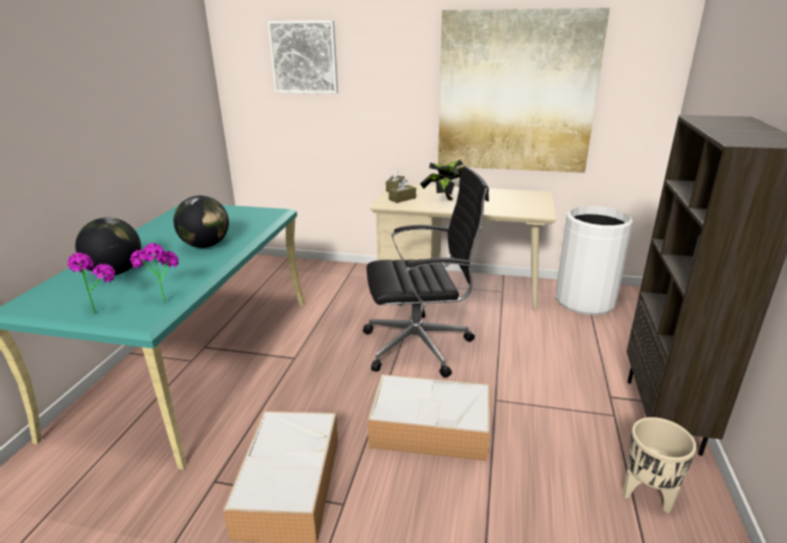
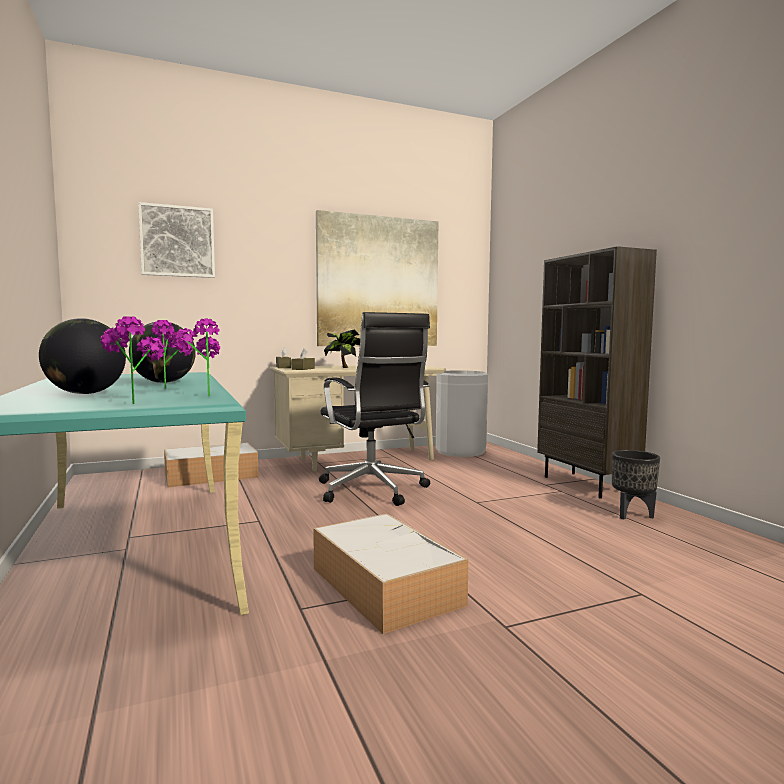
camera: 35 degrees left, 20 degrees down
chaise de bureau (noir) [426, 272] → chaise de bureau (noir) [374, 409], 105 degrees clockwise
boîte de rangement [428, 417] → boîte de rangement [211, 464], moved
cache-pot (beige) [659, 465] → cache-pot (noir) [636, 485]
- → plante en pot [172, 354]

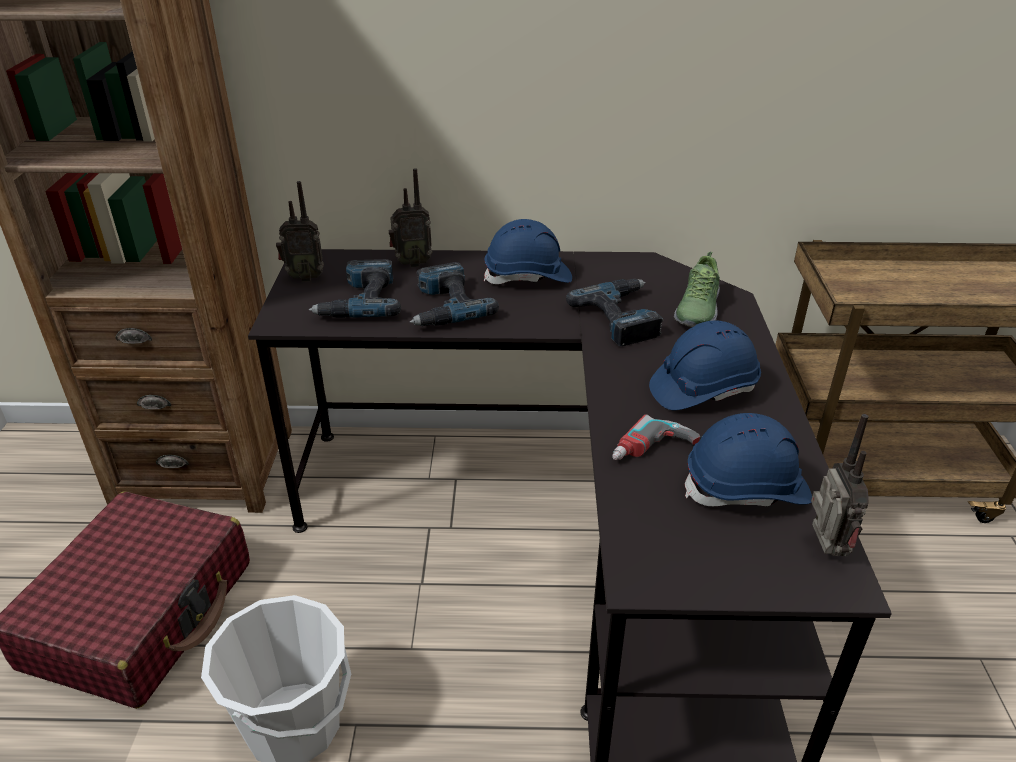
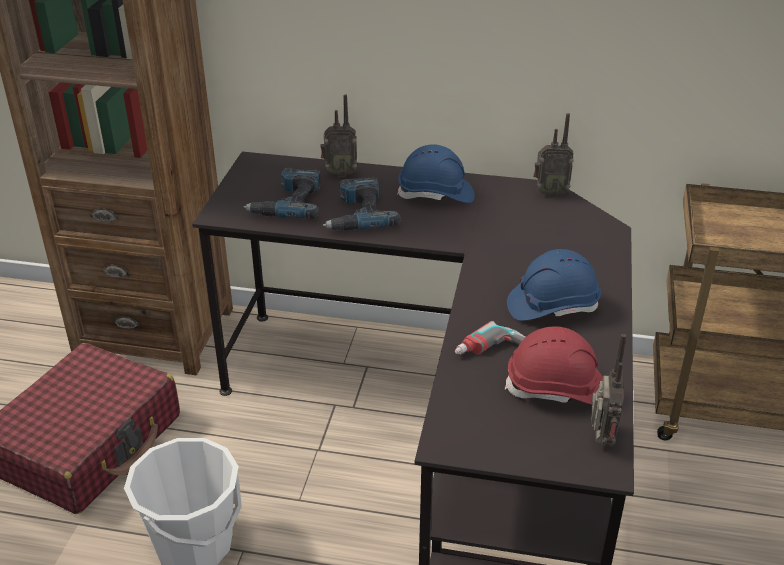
camera: 10 degrees right, 0 degrees up
radio [300, 231] → radio [553, 155], moved
perceuse [615, 312] → -
chaussure [697, 289] → -
casque de chantier (bleu) [748, 460] → casque de chantier (rouge) [554, 365]

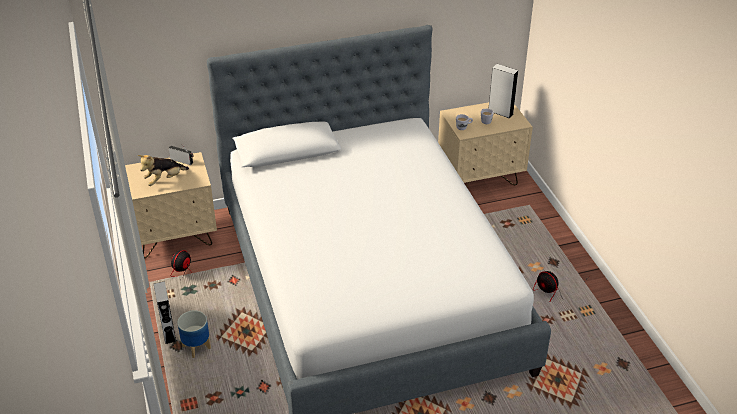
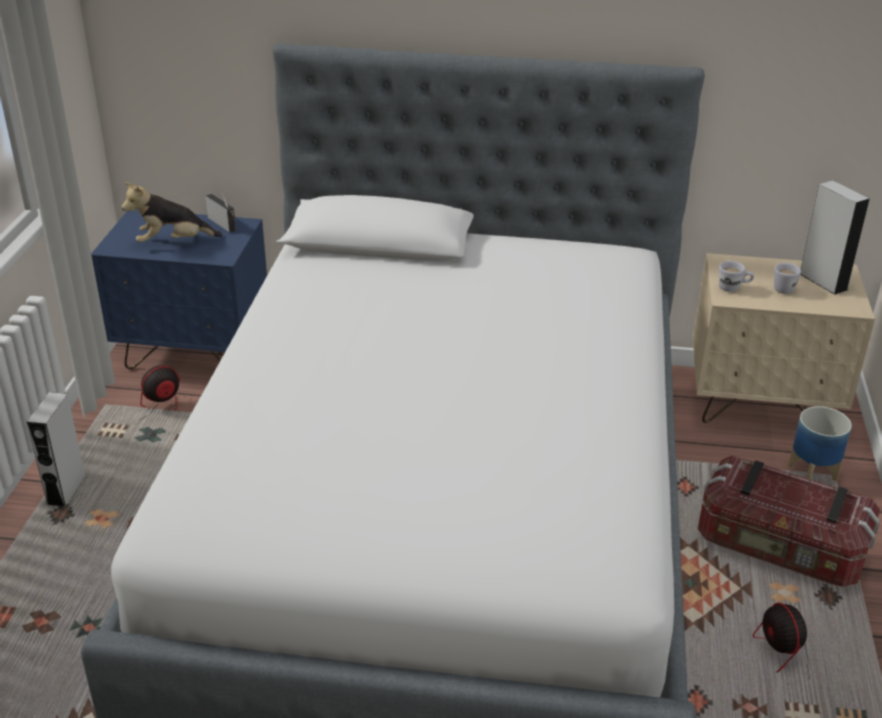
camera: 25 degrees right, 5 degrees down
table de chevet (beige) [171, 205] → table de chevet (bleu) [179, 289]
cache-pot [194, 334] → cache-pot [820, 443], moved
- → boîte de rangement [789, 521]

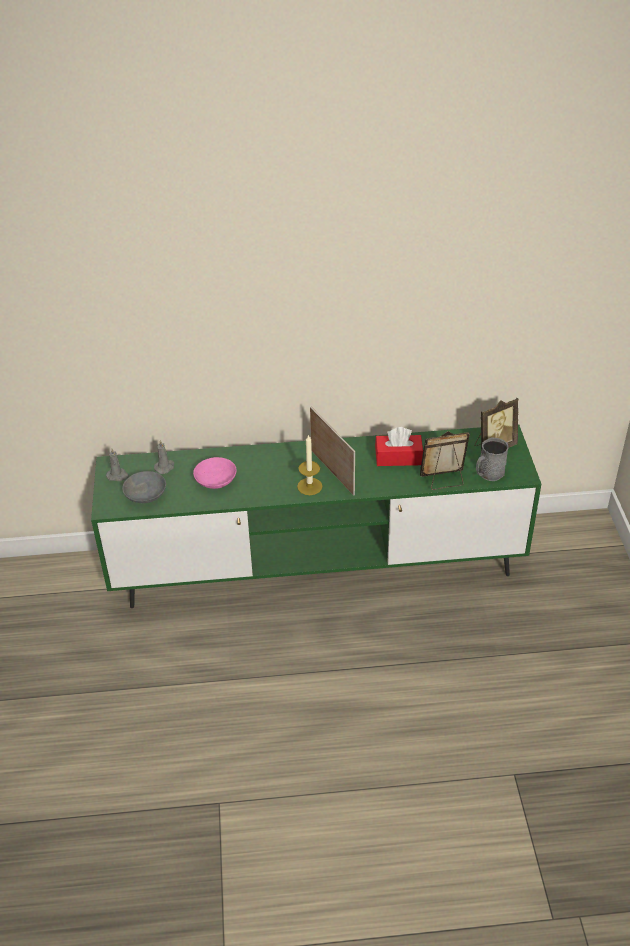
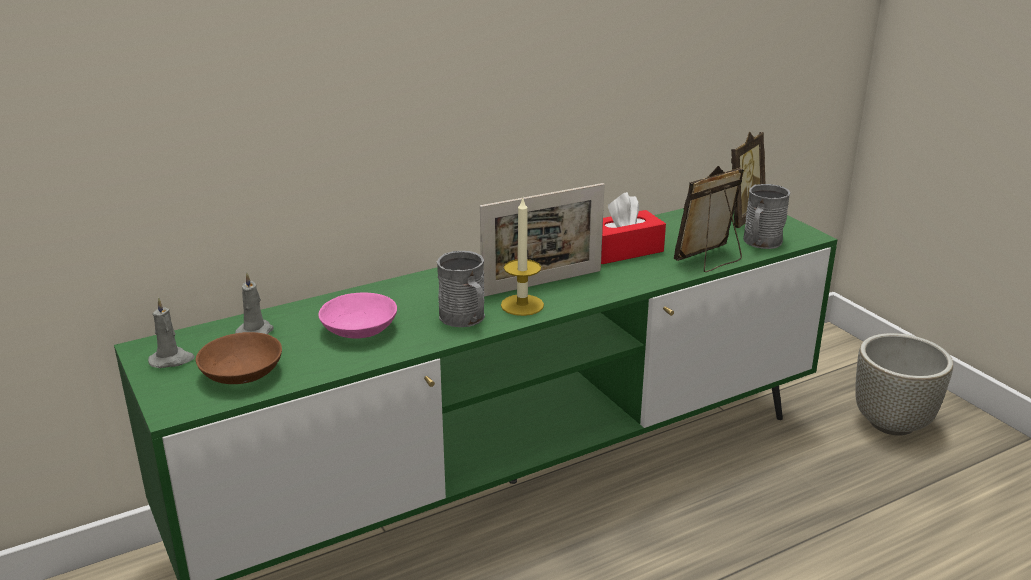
camera: 25 degrees left, 15 degrees down
bol (gris) [144, 487] → bol (marron) [239, 358]
cadre photo [332, 451] → cadre photo [542, 240], 120 degrees clockwise
- → mug (gris) [461, 289]
- → cache-pot (gris) [904, 384]

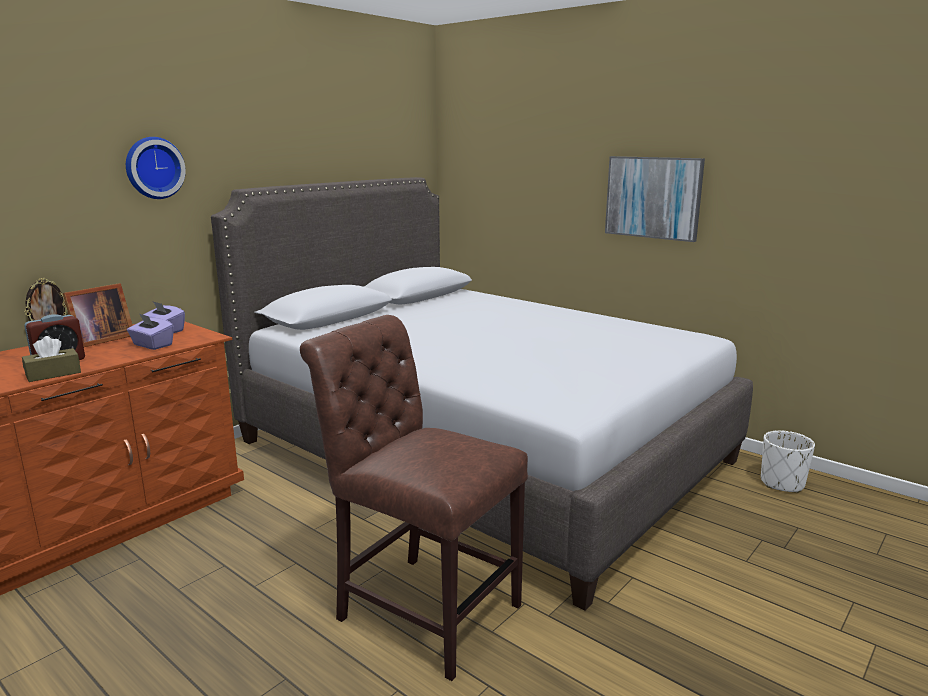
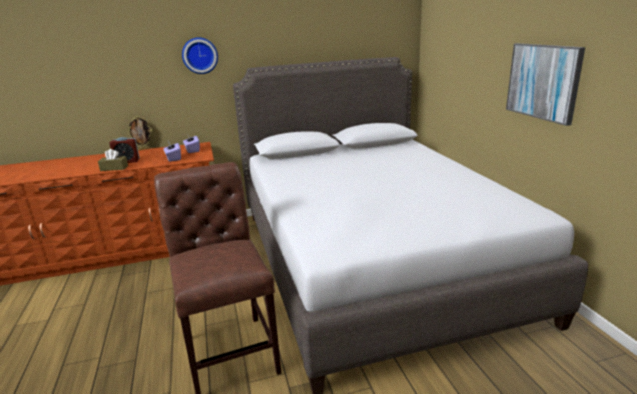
camera: 35 degrees right, 5 degrees up
cadre photo [98, 315] → -
cache-pot (blanc) [788, 461] → -

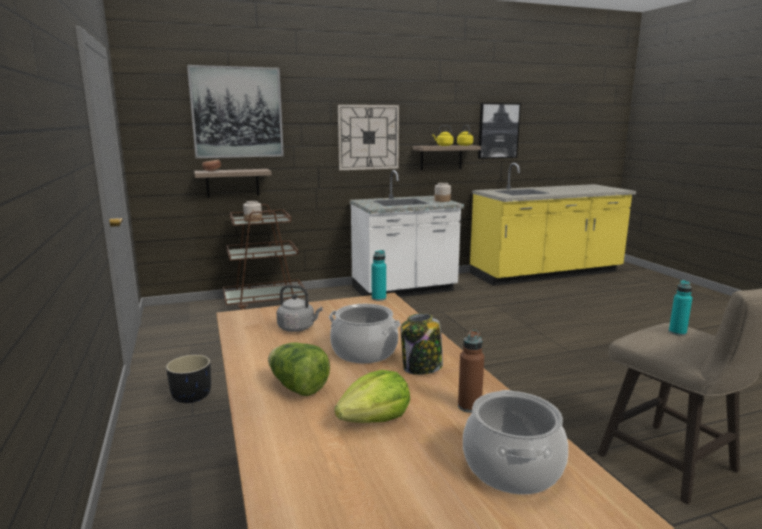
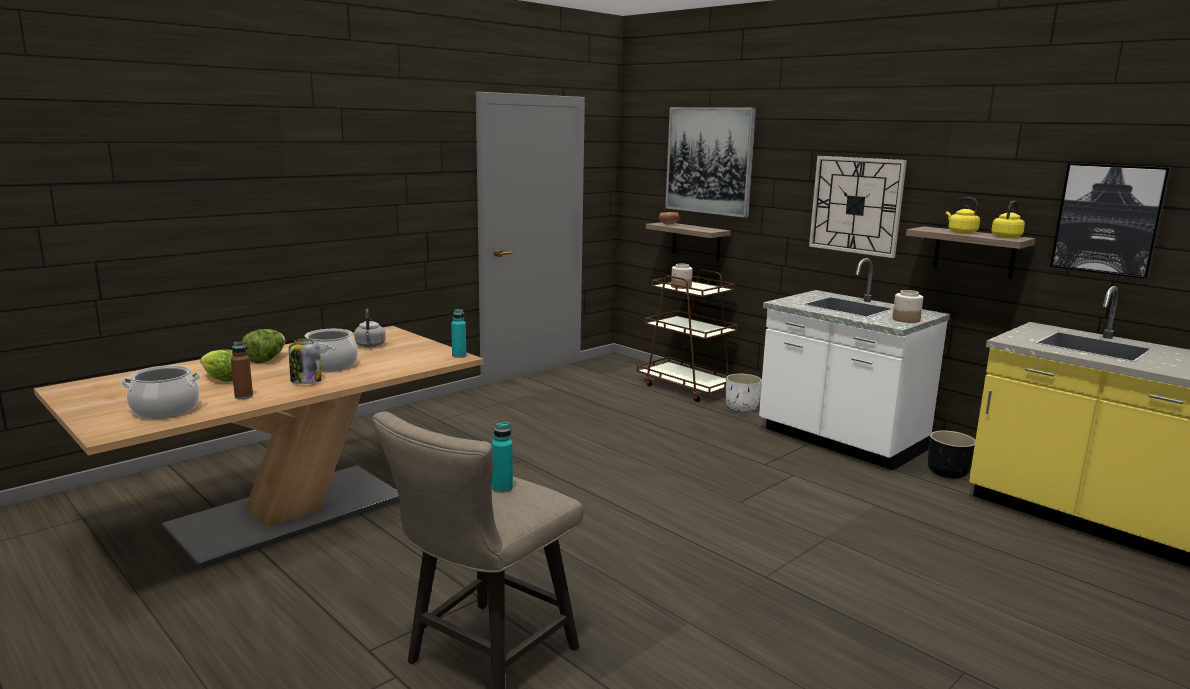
camera: 65 degrees right, 0 degrees up
cache-pot (noir) [188, 379] → cache-pot (noir) [951, 454], moved
- → cache-pot (blanc) [744, 393]

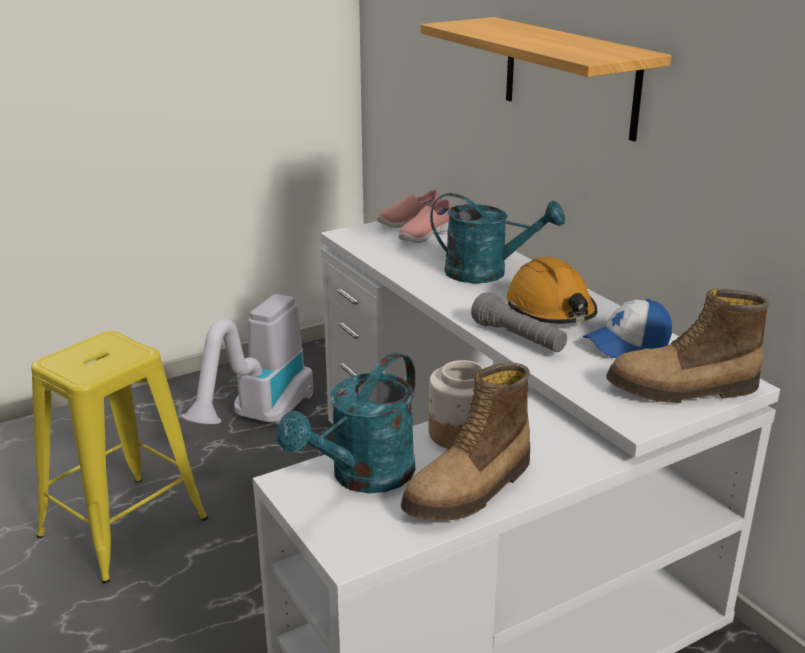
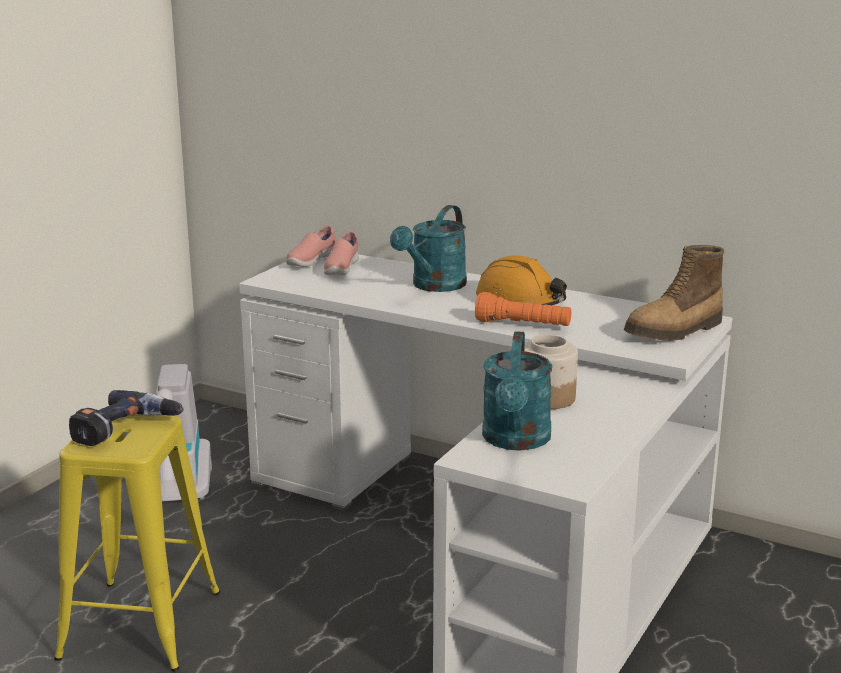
camera: 30 degrees left, 5 degrees down
botte [465, 441] → -
étagère [546, 79] → -
arrosoir (turquoise) [497, 238] → arrosoir (turquoise) [428, 248], 135 degrees clockwise
lampe de poche (gris) [519, 322] → lampe de poche (orange) [523, 309]
casquette [627, 328] → -
- → perceuse [126, 418]

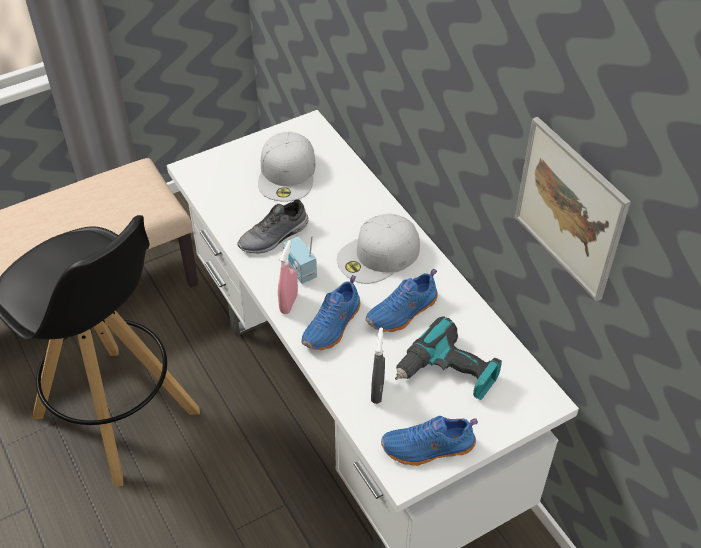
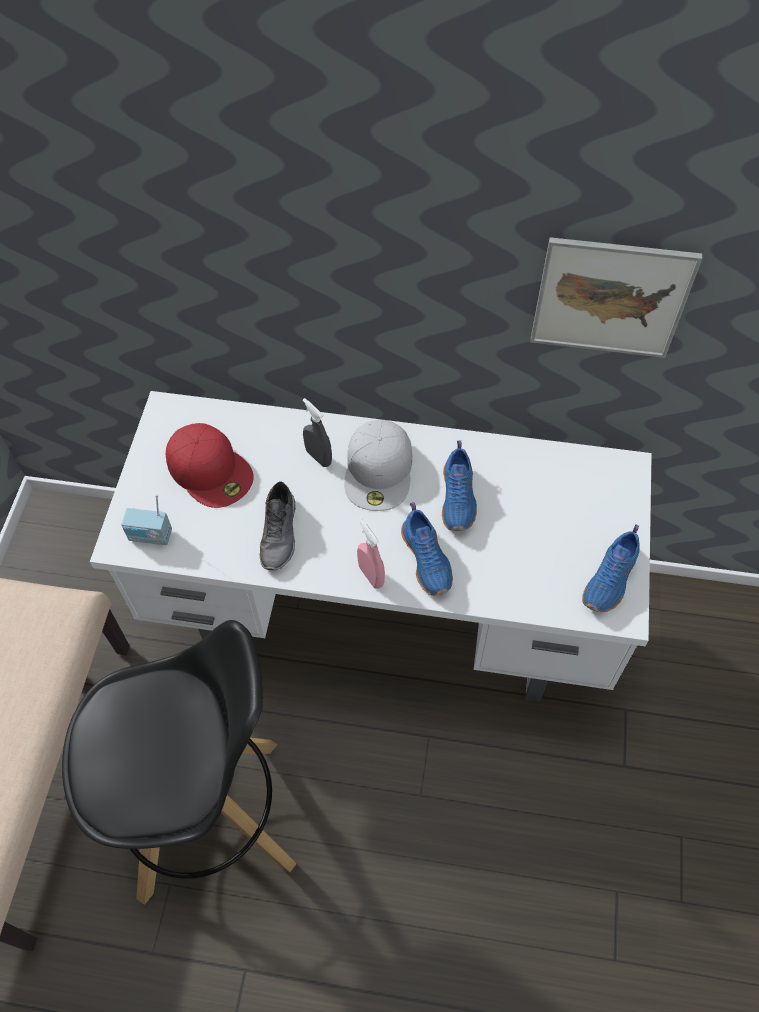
camera: 50 degrees left, 10 degrees up
casquette (blanc) [286, 167] → casquette (rouge) [210, 465]
radio [300, 259] → radio [146, 519], moved
vaporisateur (gris) [378, 366] → vaporisateur (gris) [317, 432], moved
perceuse [448, 358] → -

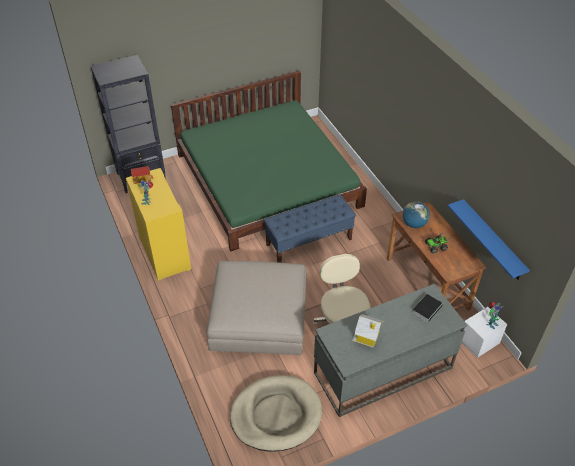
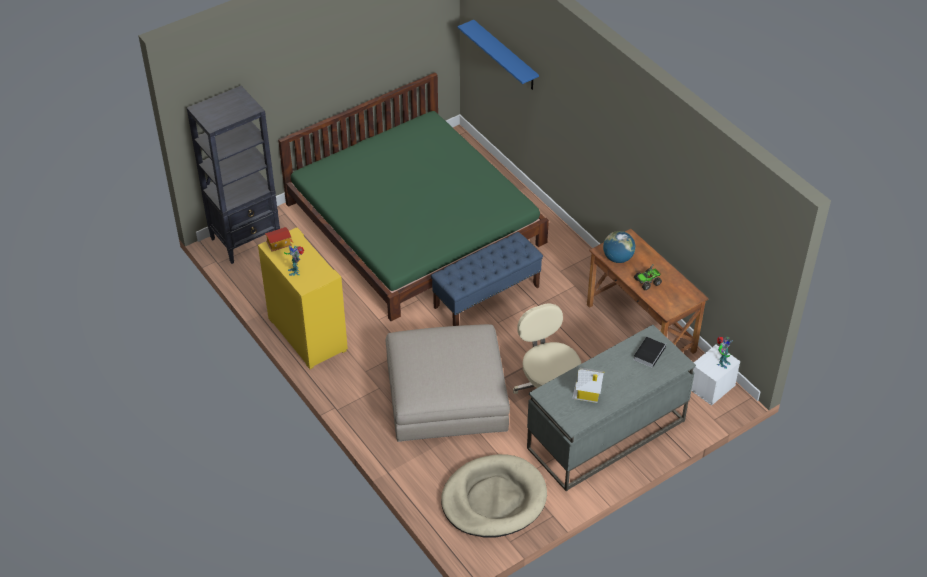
camera: 10 degrees left, 0 degrees up
étagère (bleu) [489, 239] → étagère (bleu) [498, 55], moved

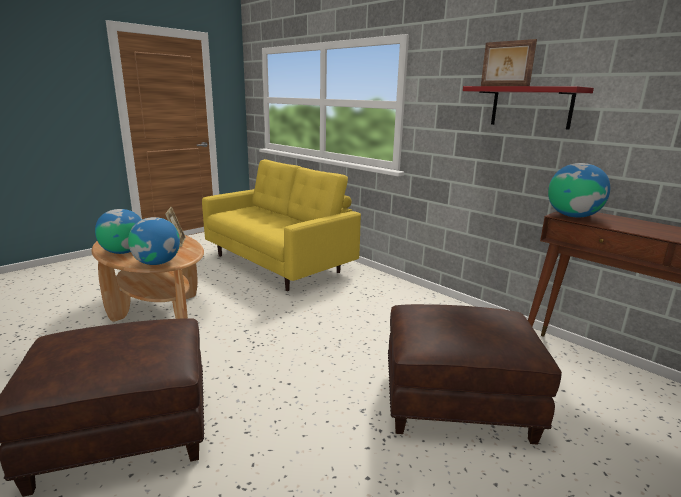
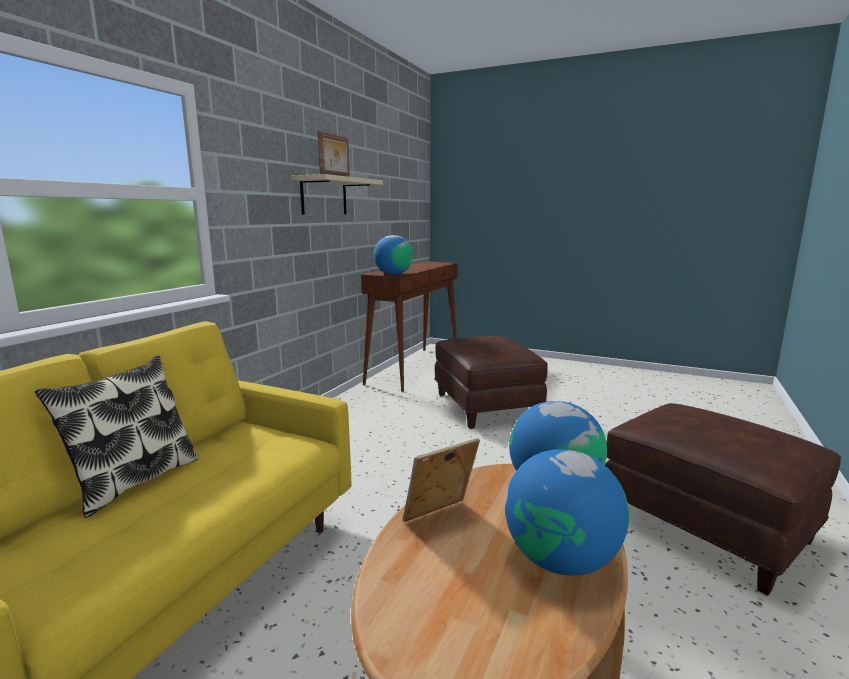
camera: 110 degrees left, 5 degrees down
étagère (rouge) [528, 108] → étagère (beige) [337, 194]
- → coussin [117, 437]

